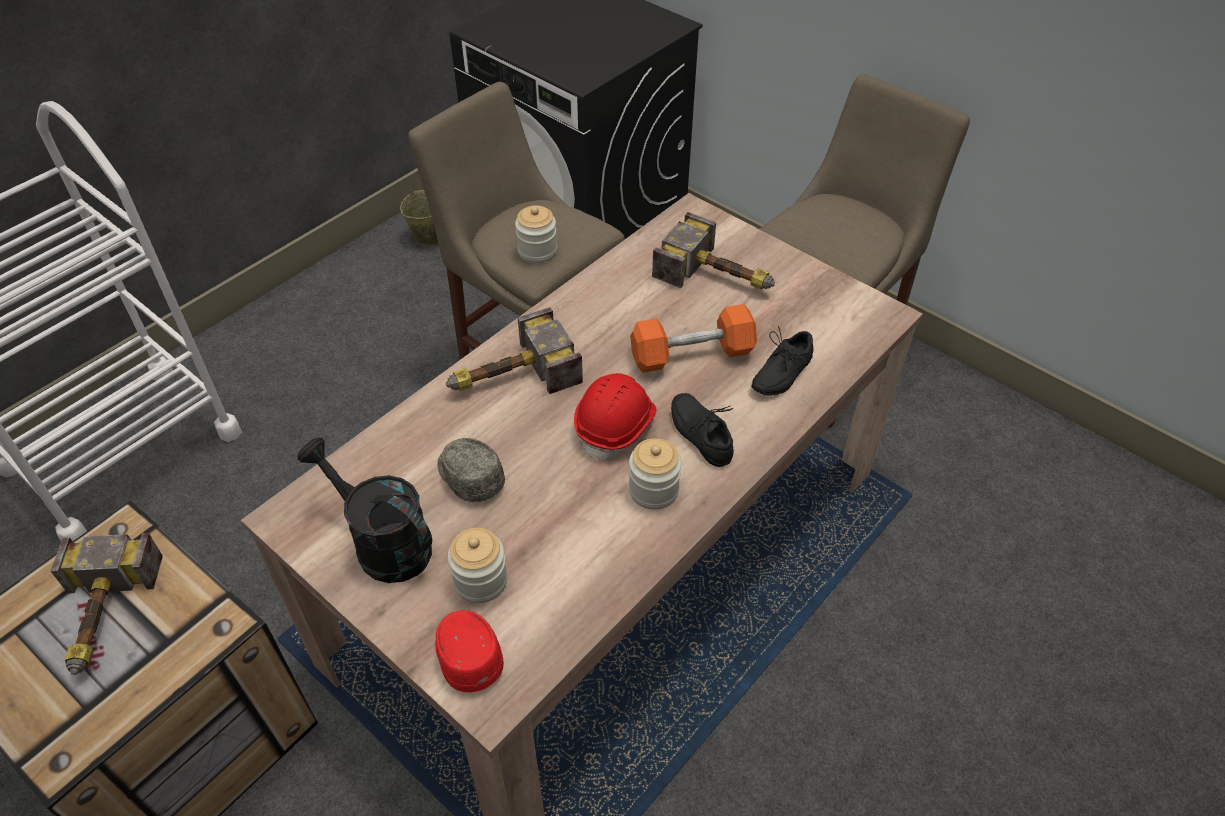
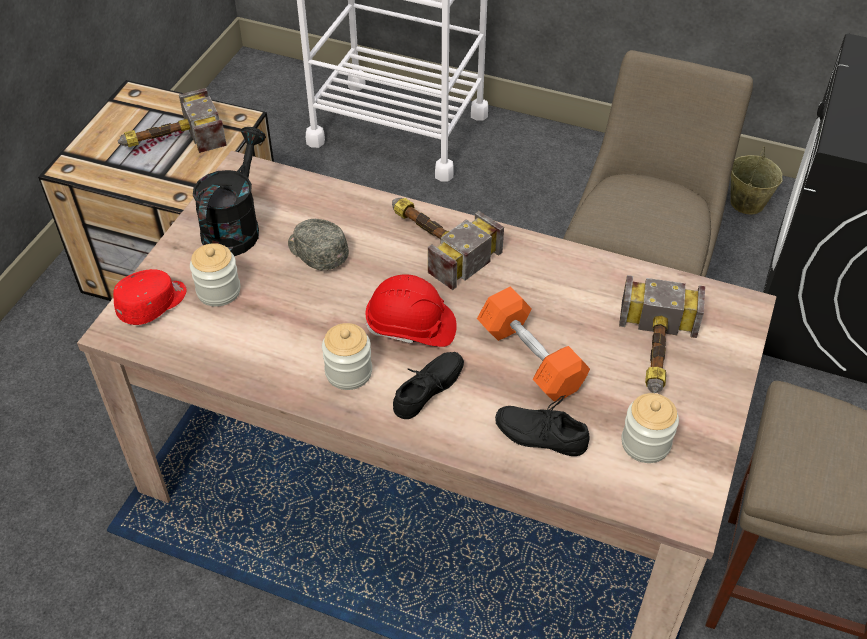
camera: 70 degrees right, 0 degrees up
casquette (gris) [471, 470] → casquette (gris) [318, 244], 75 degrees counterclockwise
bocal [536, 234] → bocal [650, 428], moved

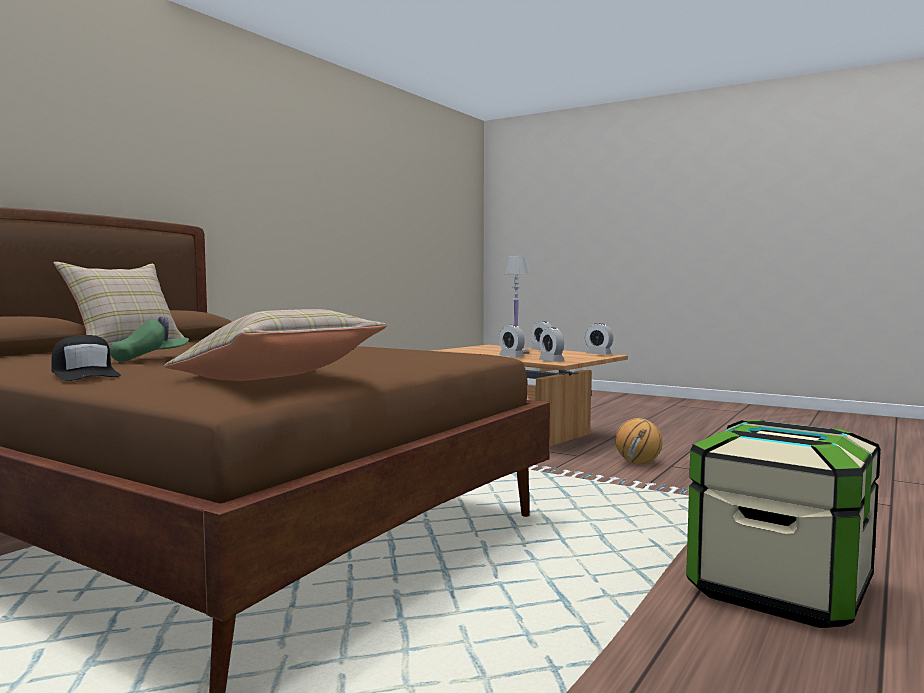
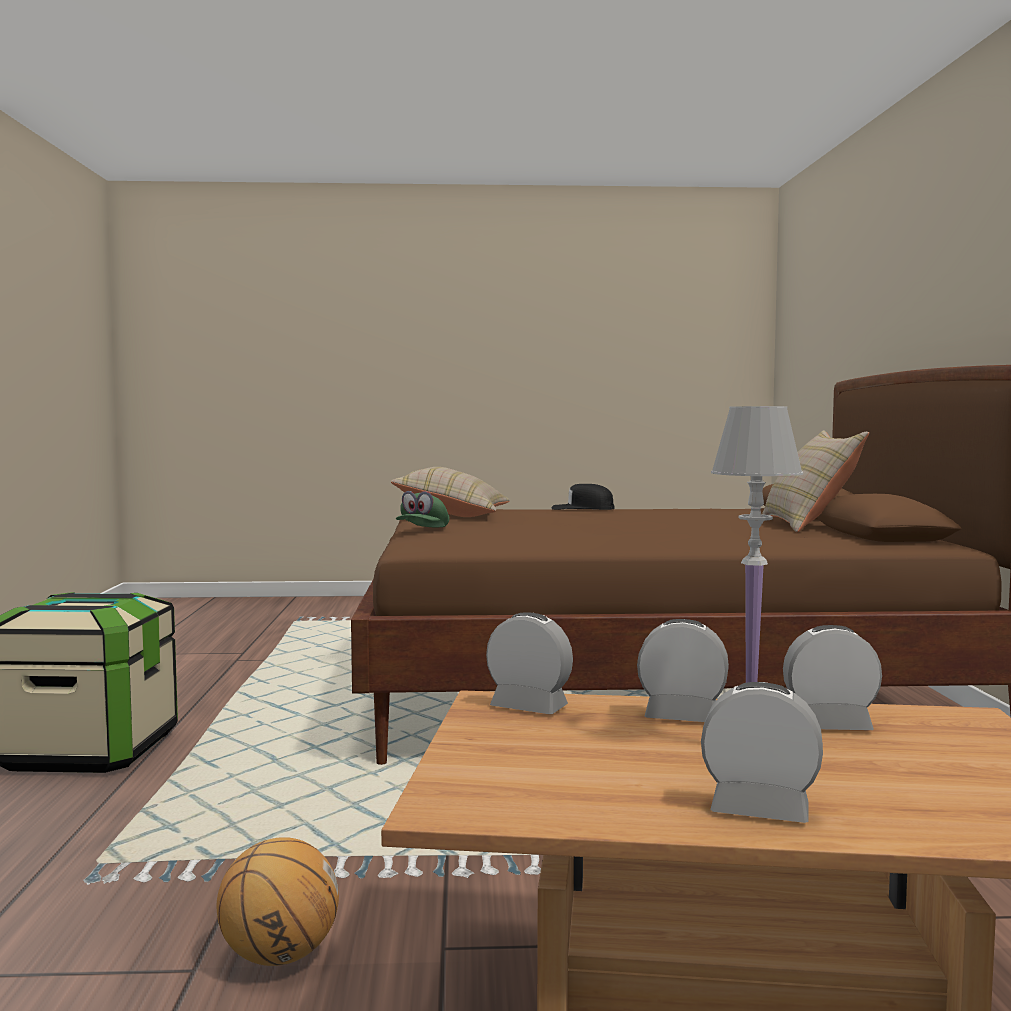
camera: 145 degrees right, 0 degrees up
casquette (vert) [149, 339] → casquette (vert) [422, 509], moved
réveil [599, 339] → réveil [832, 677], moved

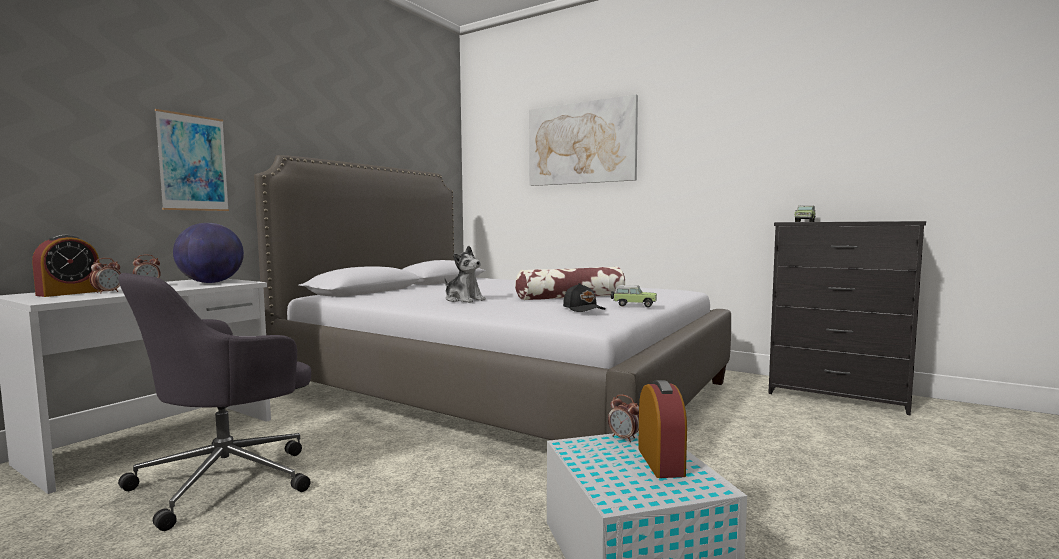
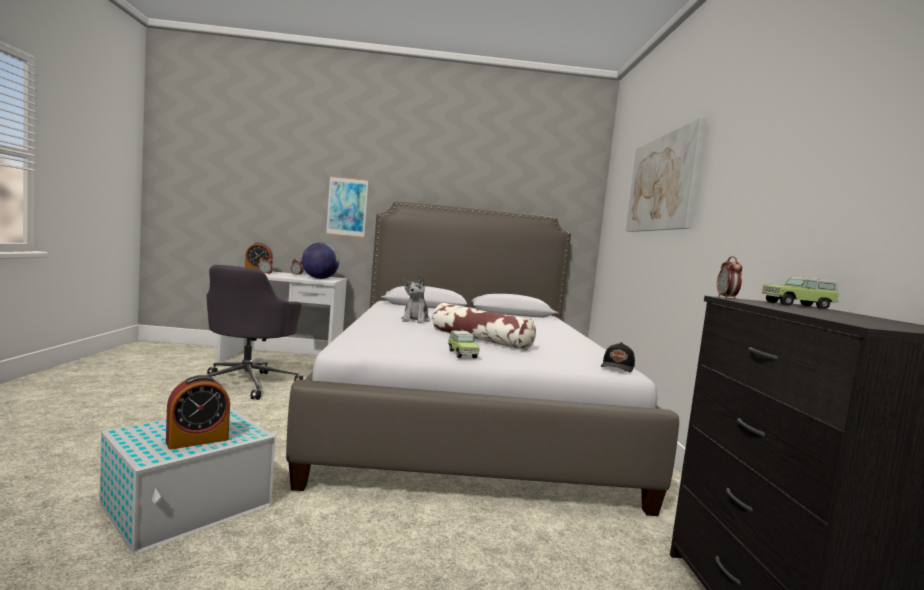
camera: 55 degrees right, 0 degrees up
chaise de bureau (gris) [214, 402] → chaise de bureau (gris) [254, 332], 90 degrees counterclockwise
casquette (noir) [584, 297] → casquette (noir) [618, 357], moved
réveil [623, 418] → réveil [729, 277], moved

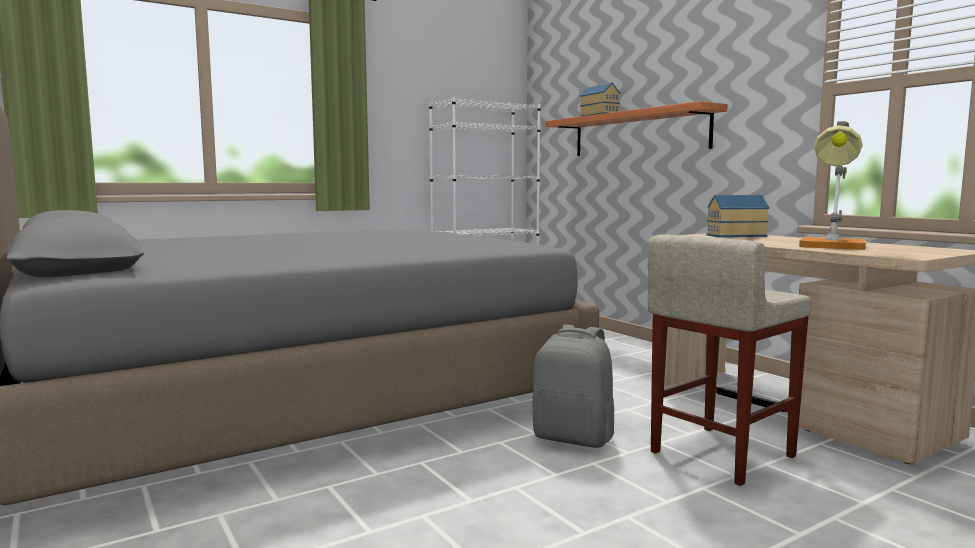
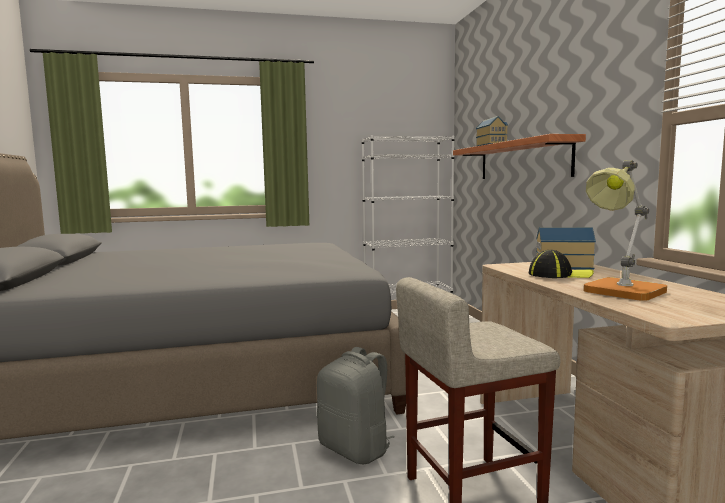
camera: 20 degrees right, 0 degrees up
- → casquette [561, 264]

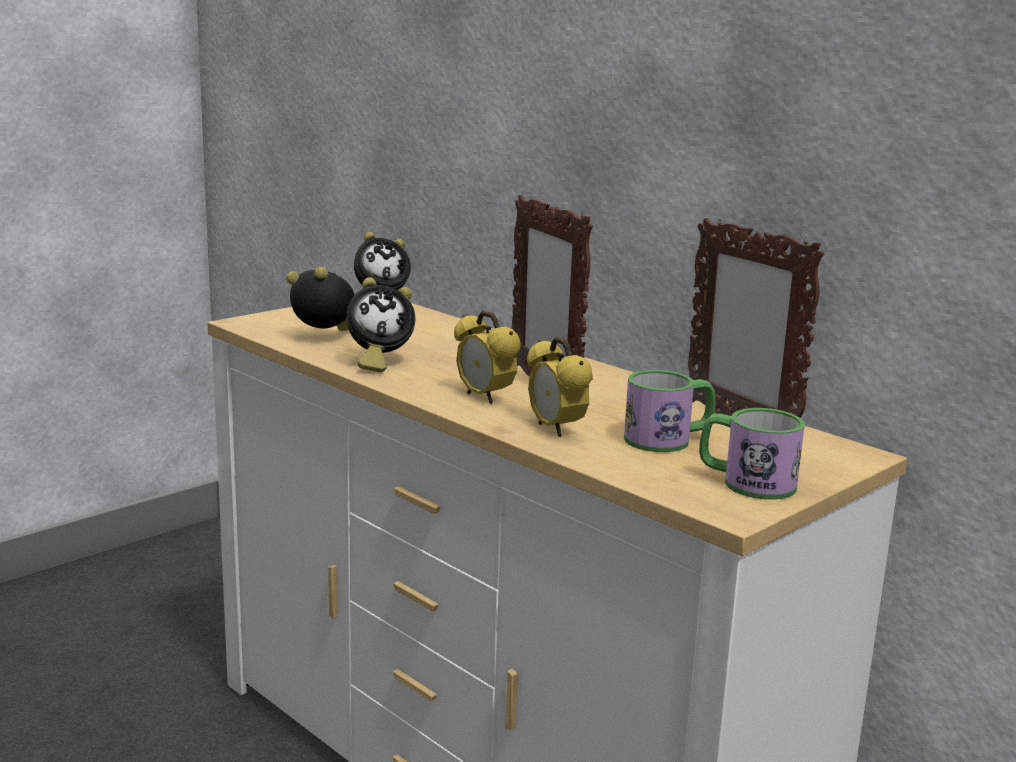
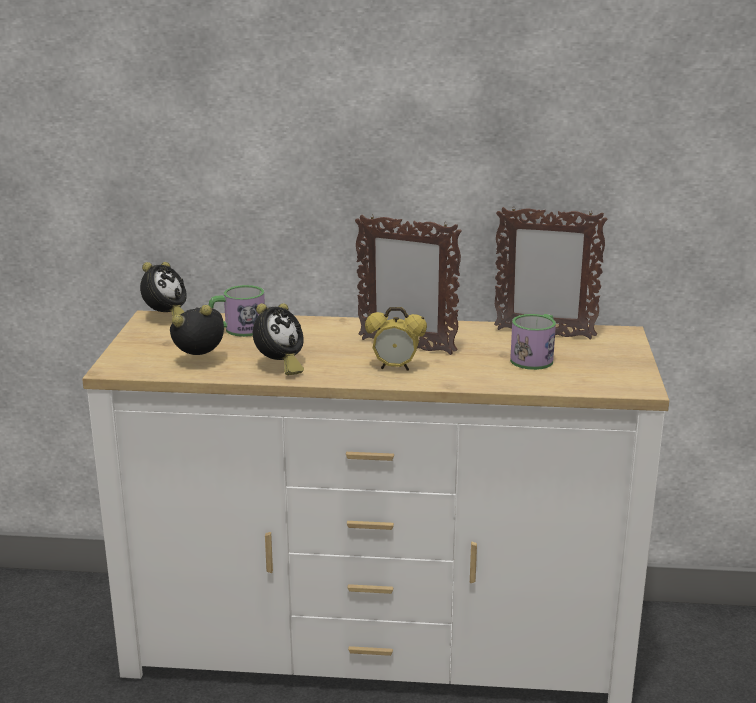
camera: 40 degrees left, 5 degrees up
réveil [560, 386] → -
mug [752, 454] → mug [237, 311], moved

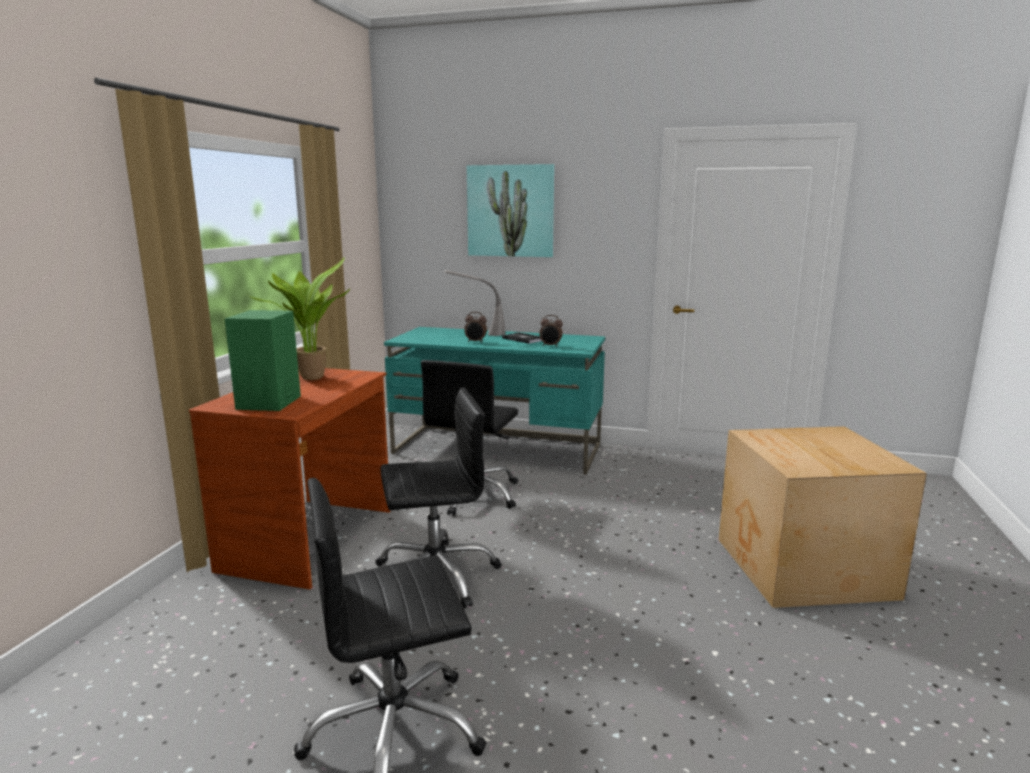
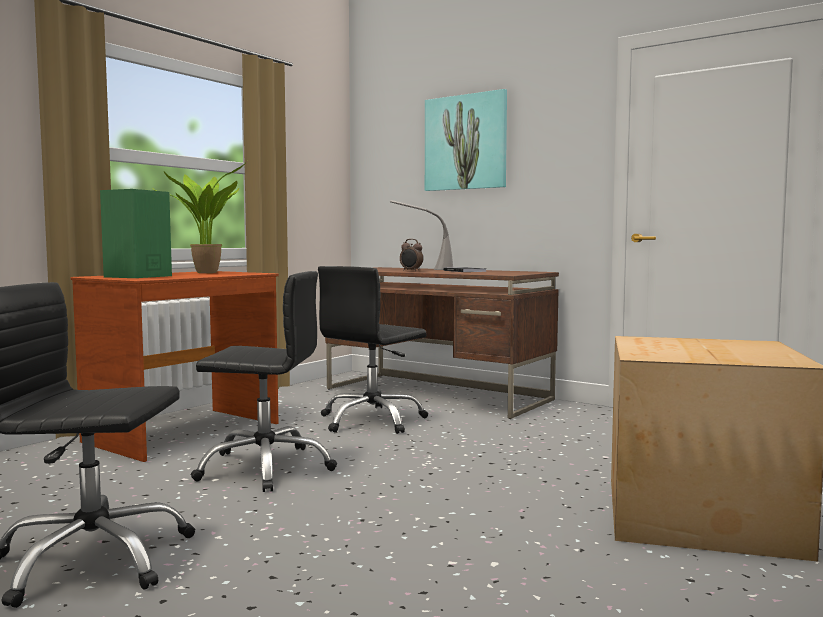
camera: 20 degrees right, 10 degrees down
bureau (turquoise) [494, 401] → bureau (marron) [442, 343]
réveil [551, 331] → -

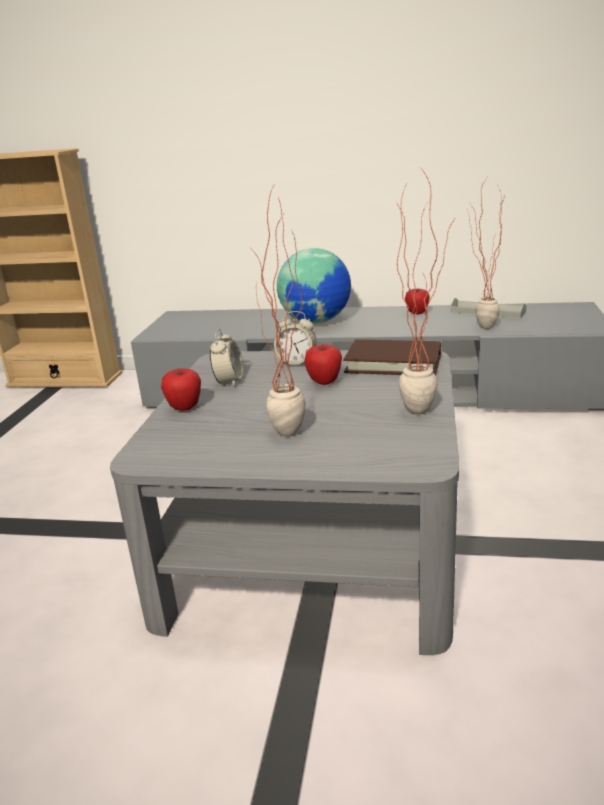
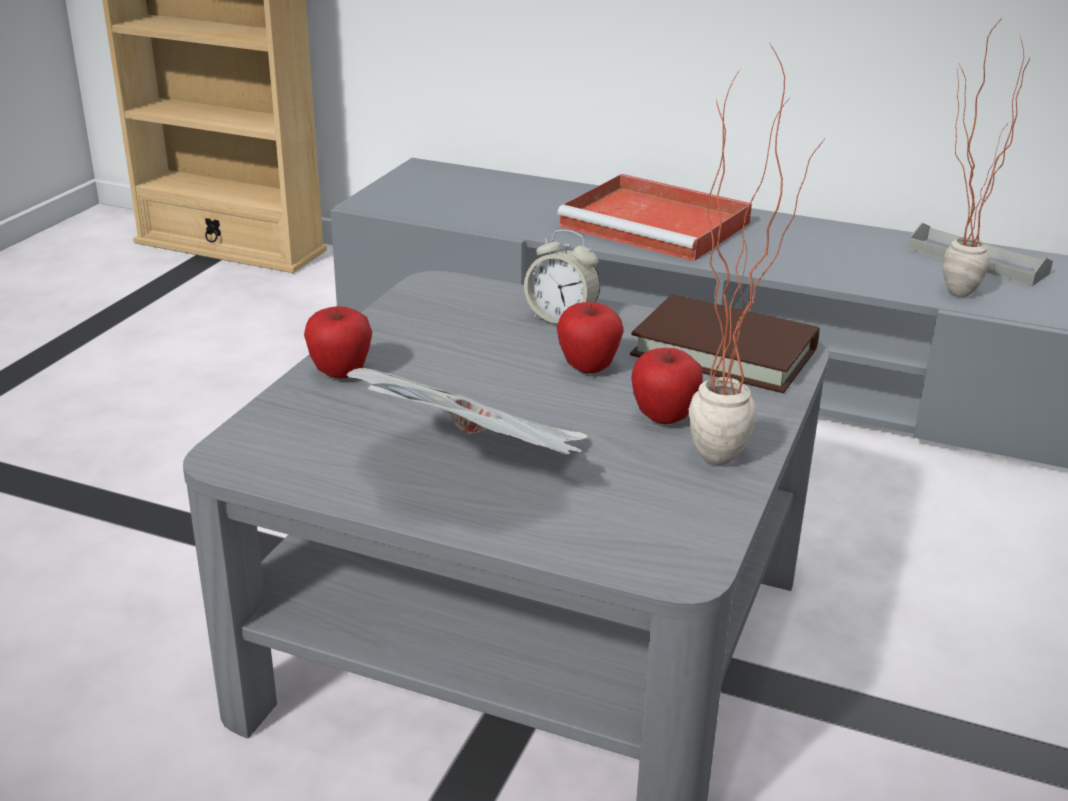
camera: 10 degrees right, 5 degrees up
réveil [227, 358] → -
plante en pot [279, 310] → journal [467, 411]
globe [314, 286] → plateau (rouge) [654, 218]
pomme [417, 301] → pomme [667, 386], moved

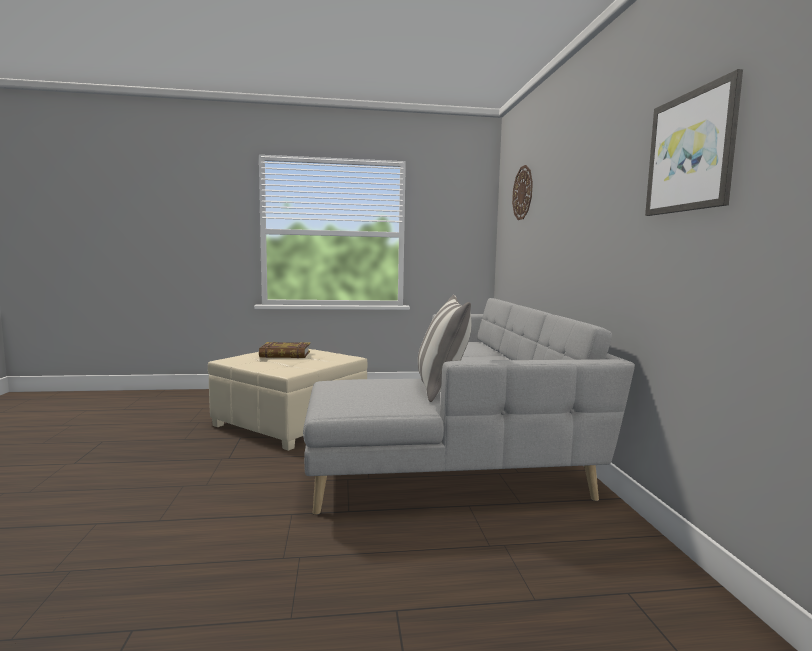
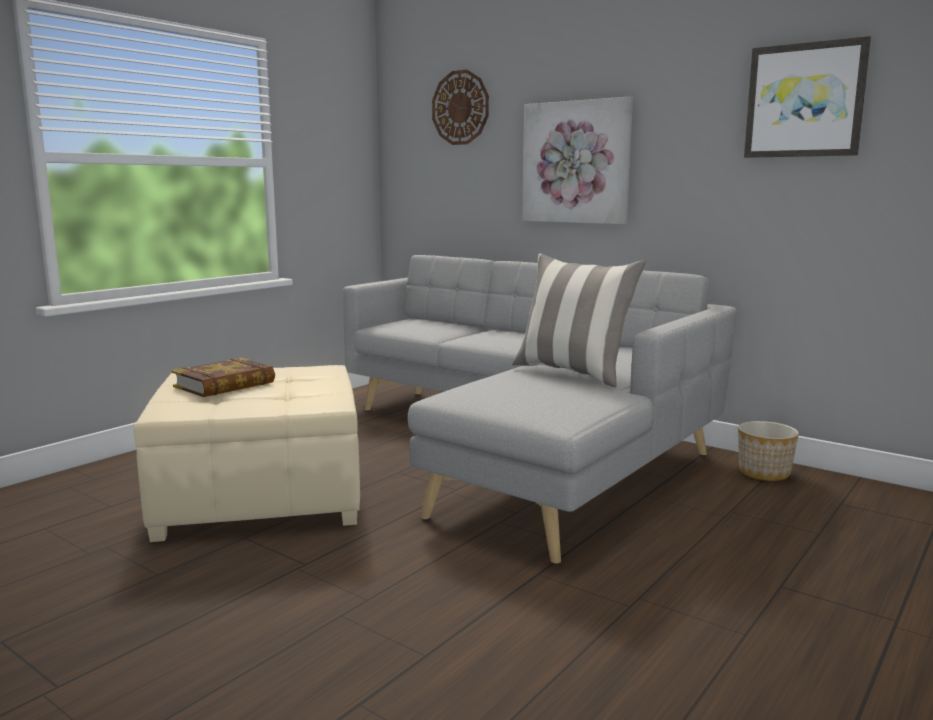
camera: 45 degrees left, 5 degrees up
- → tableau [577, 160]
- → cache-pot [768, 451]

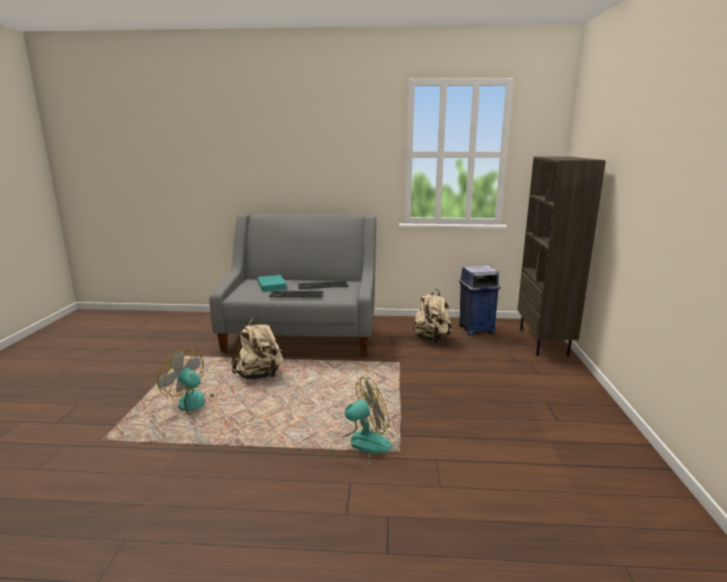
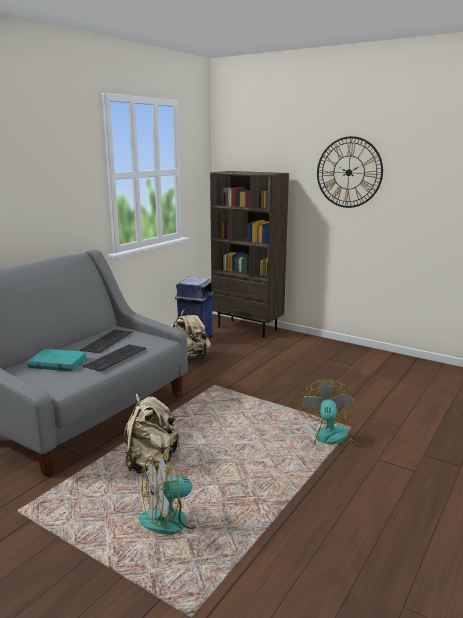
camera: 60 degrees left, 0 degrees up
- → horloge murale [350, 172]

